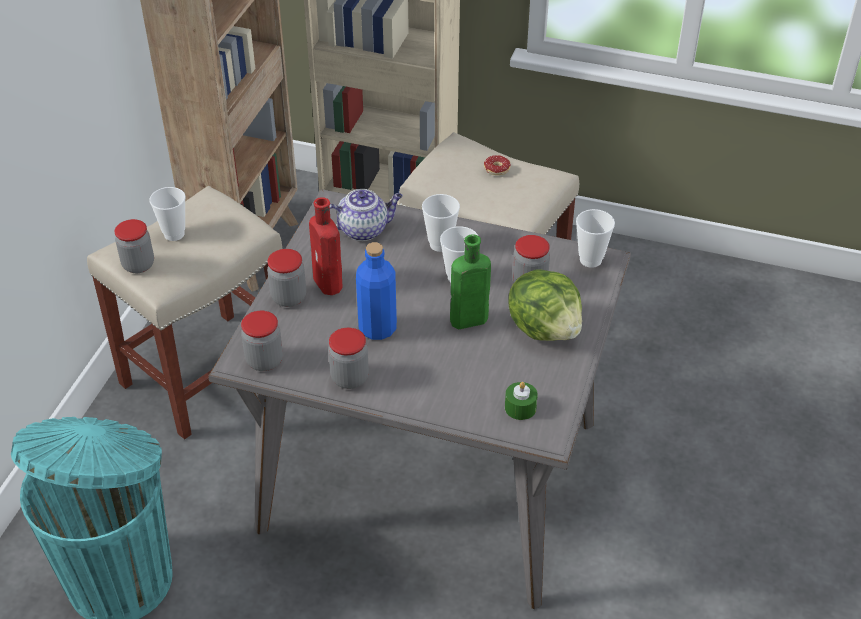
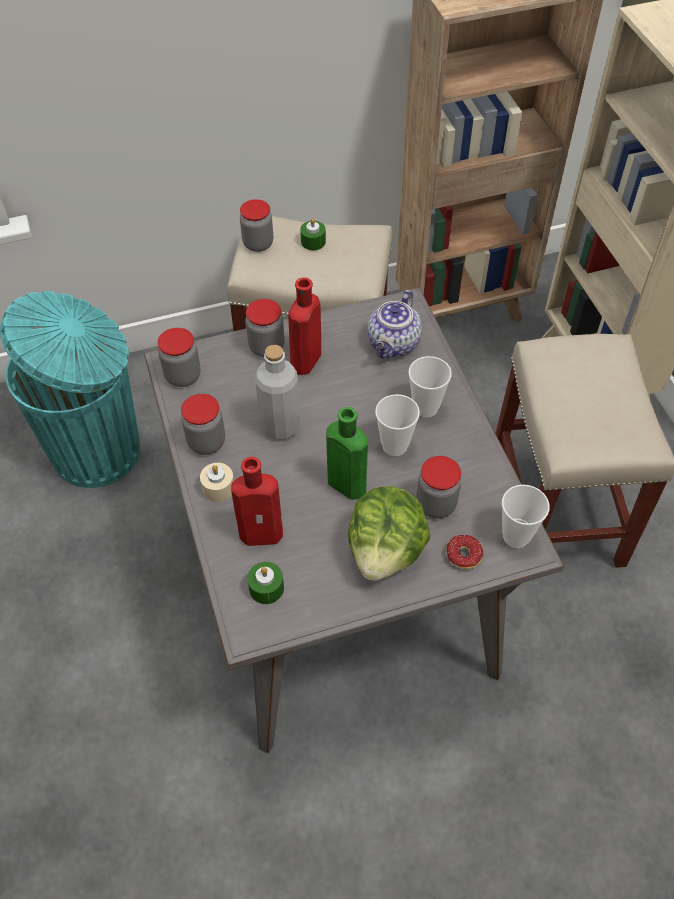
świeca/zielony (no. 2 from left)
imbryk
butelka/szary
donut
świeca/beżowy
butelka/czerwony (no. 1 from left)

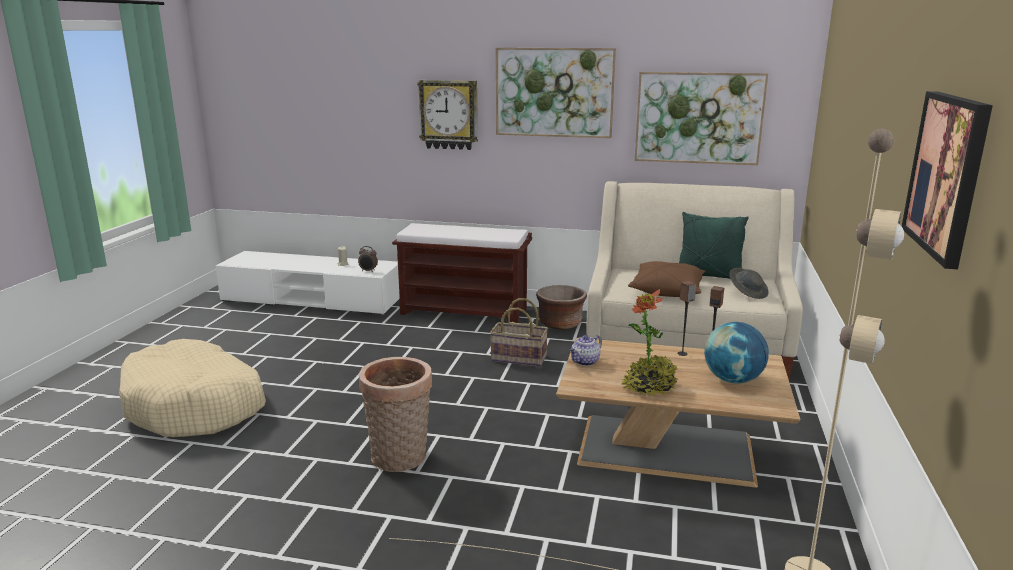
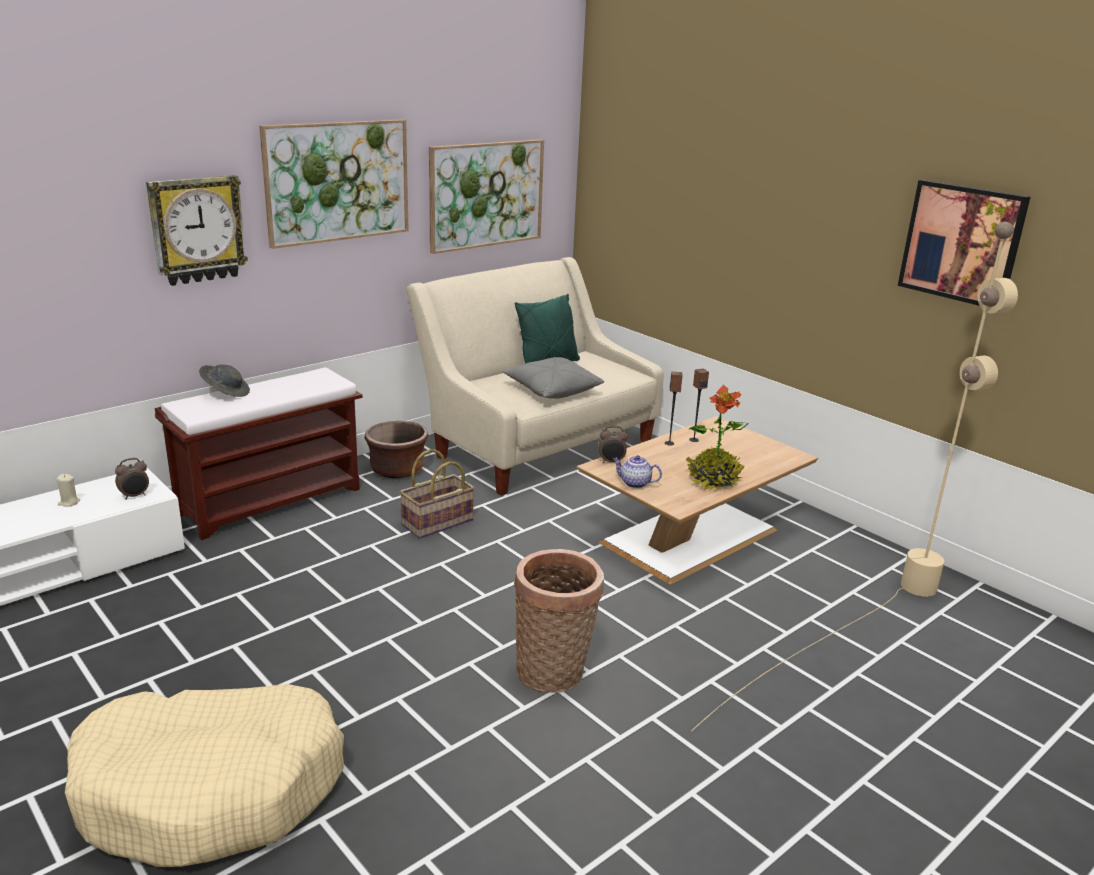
imbryk
poduszka/szary
globus
kapelusz/szary
budzik (no. 2 from left)

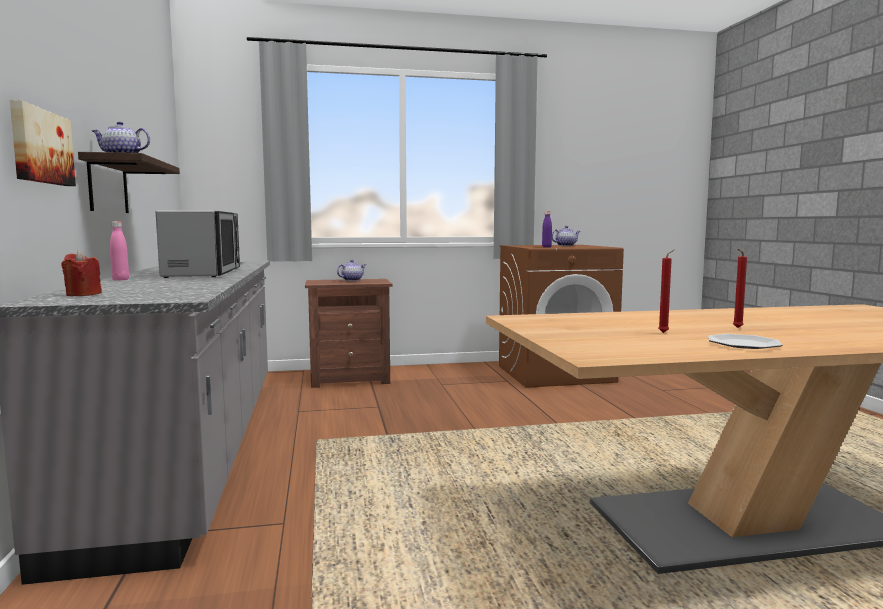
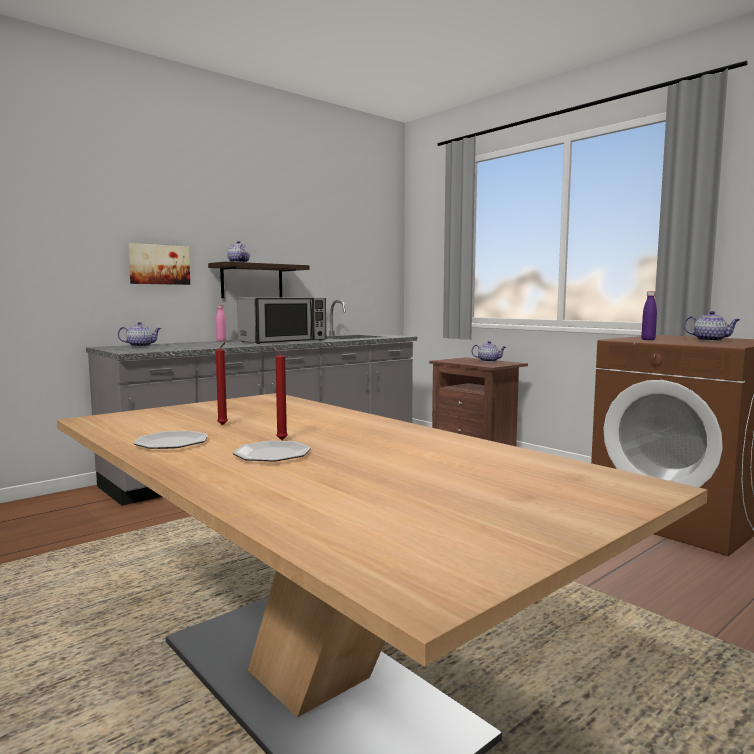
imbryk (no. 1 from left)
talerz (no. 2 from left)

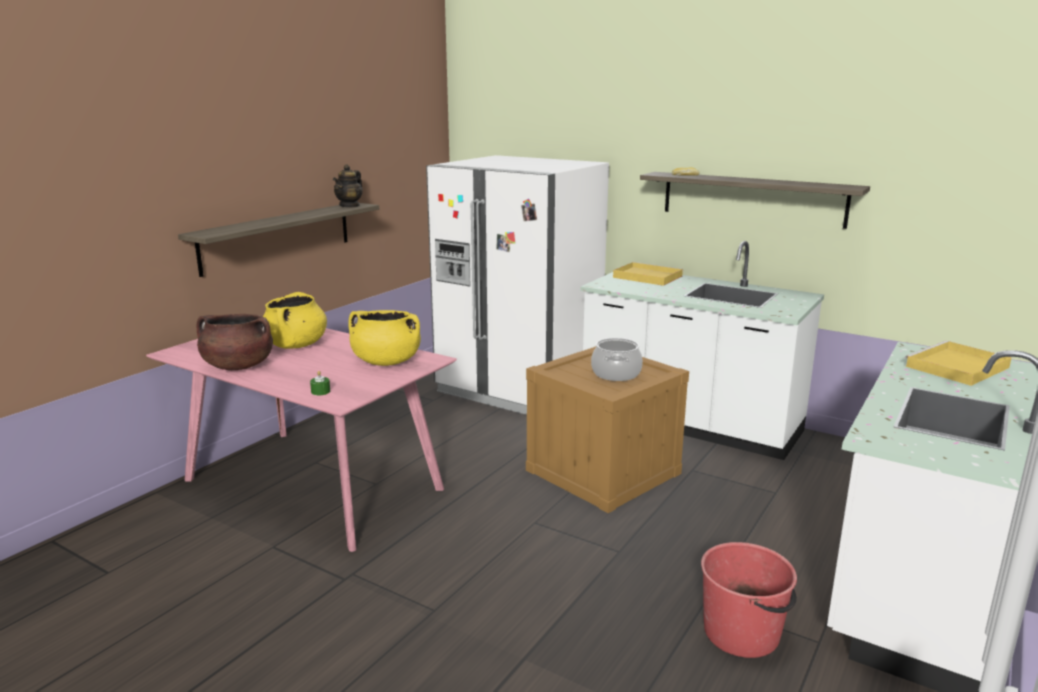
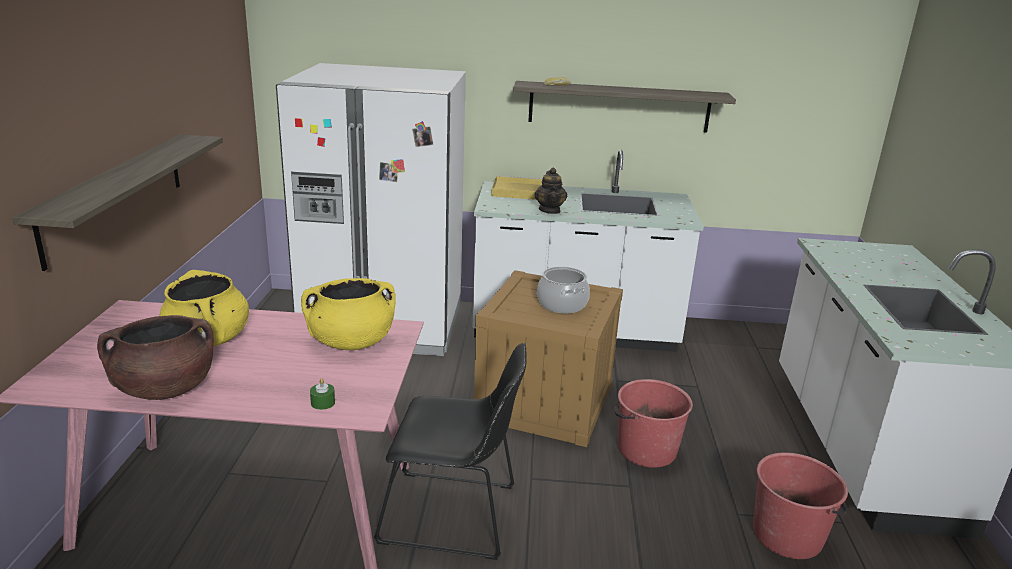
imbryk
taca/żółty (no. 2 from left in the first image)
krzesło/czarny
wiadro/czerwony (no. 1 from left)

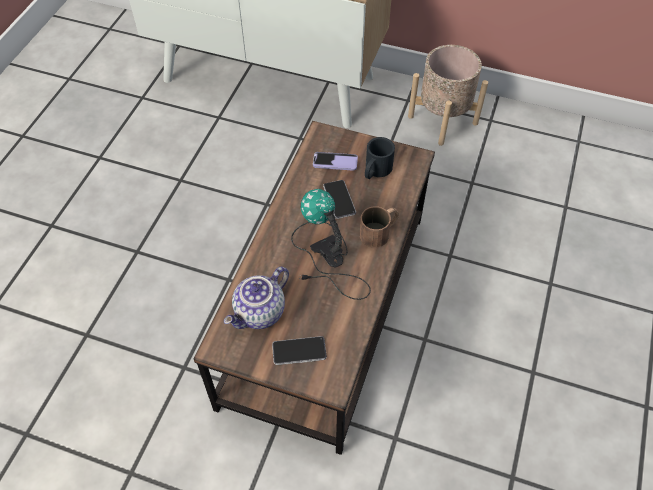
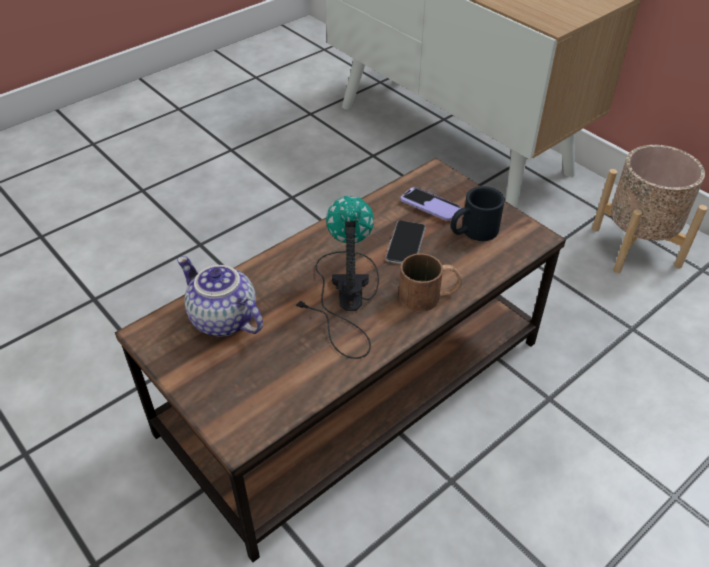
imbryk
telefon (no. 1 from left in the first image)

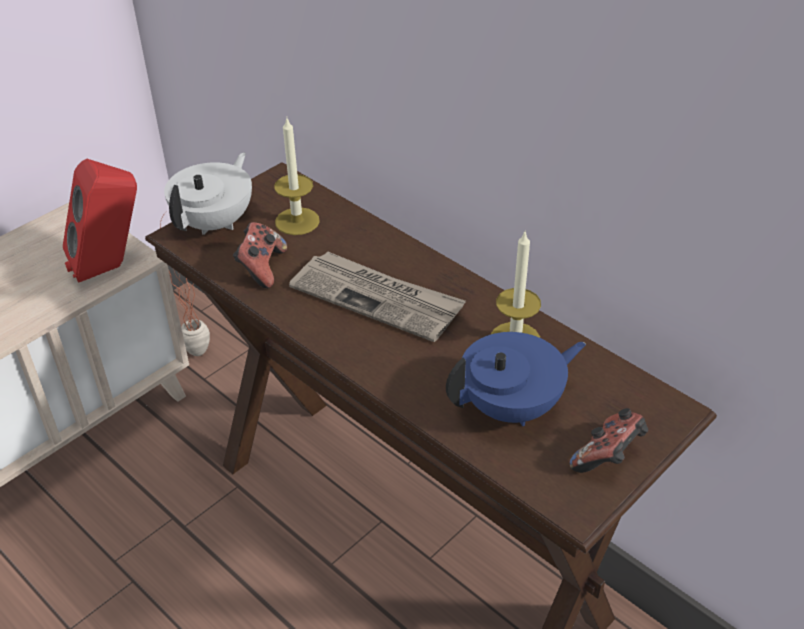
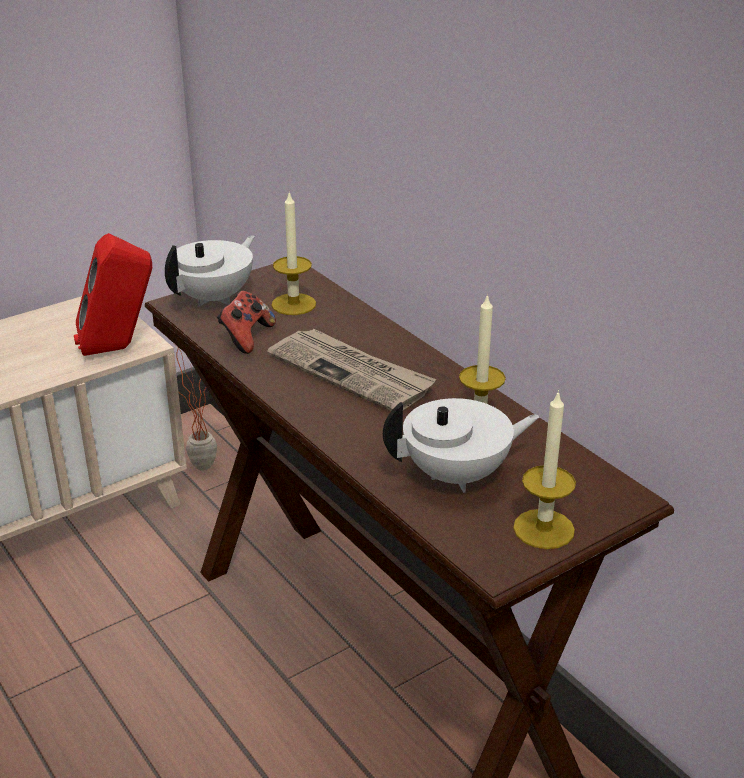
imbryk/biały (no. 2 from left)
świeca (no. 3 from left)

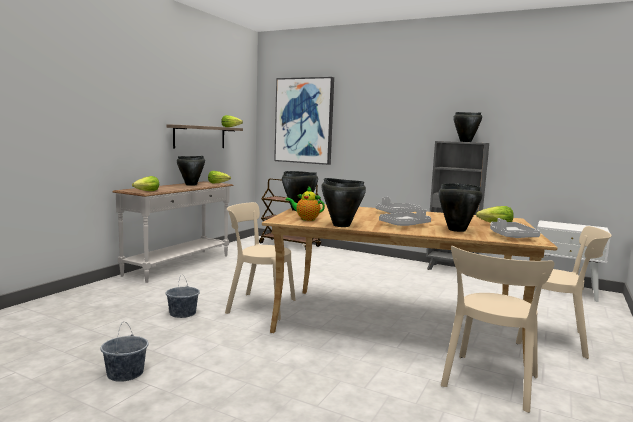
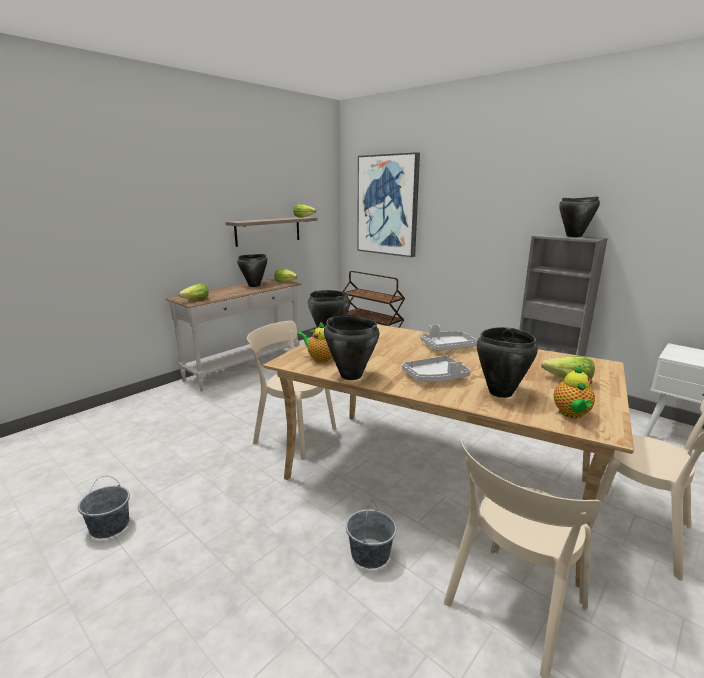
wiadro/szary (no. 2 from left)
imbryk (no. 2 from left)

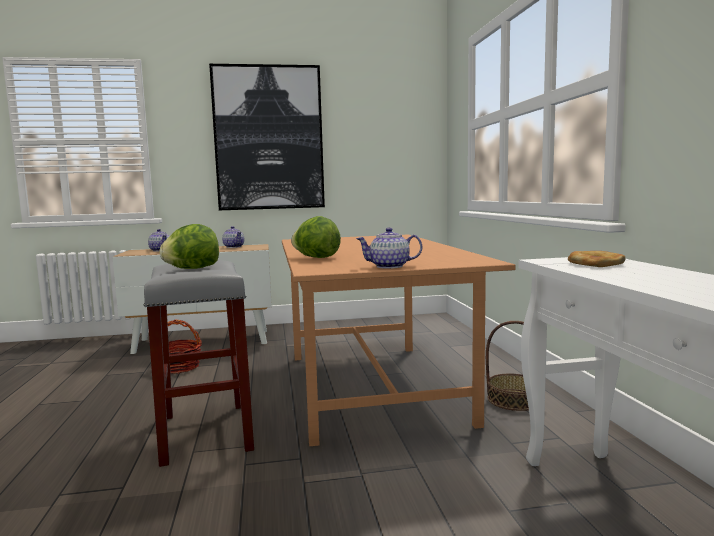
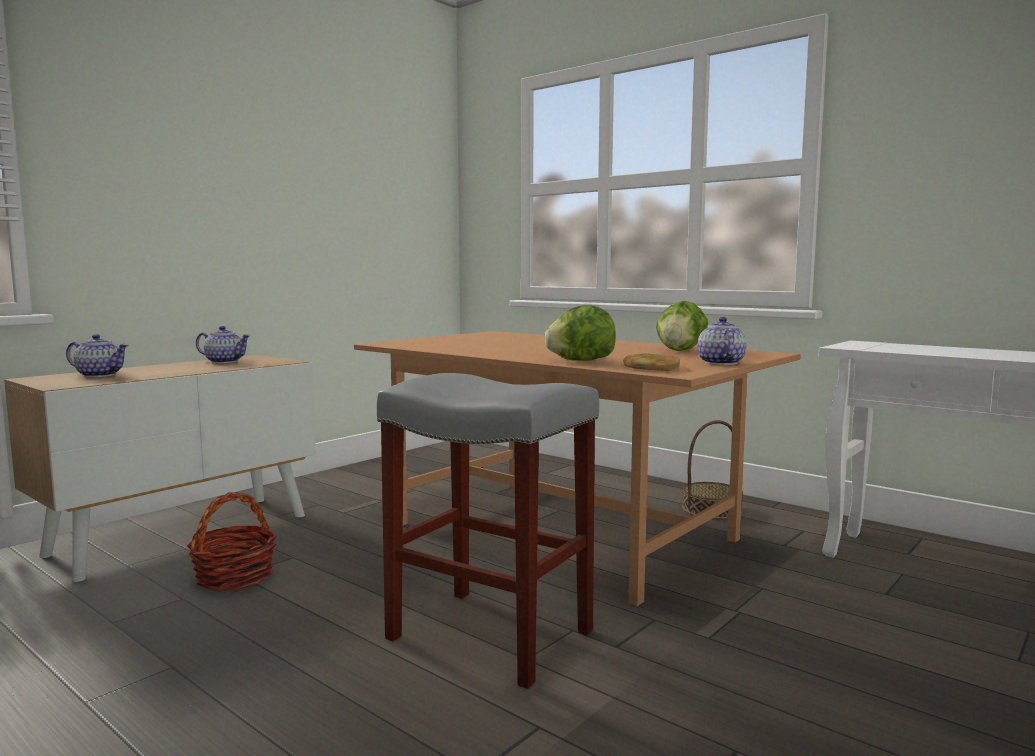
sałata (no. 2 from left)
obraz
imbryk (no. 3 from left)
chleb

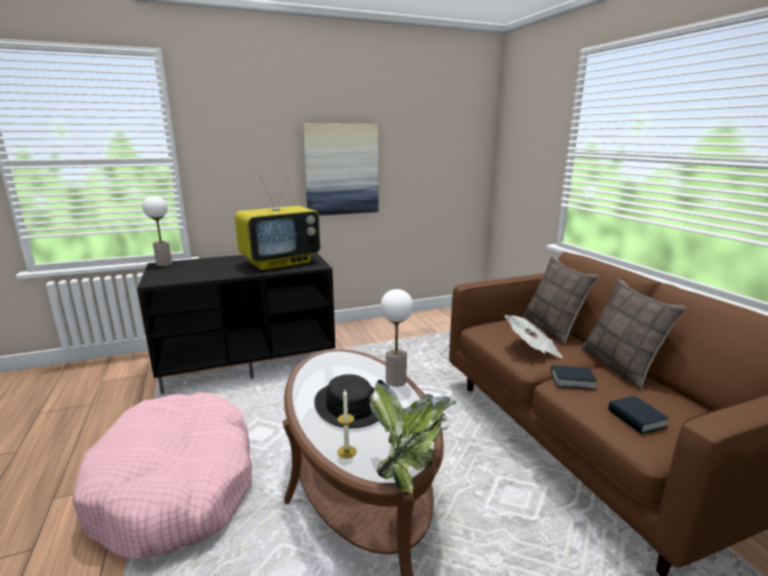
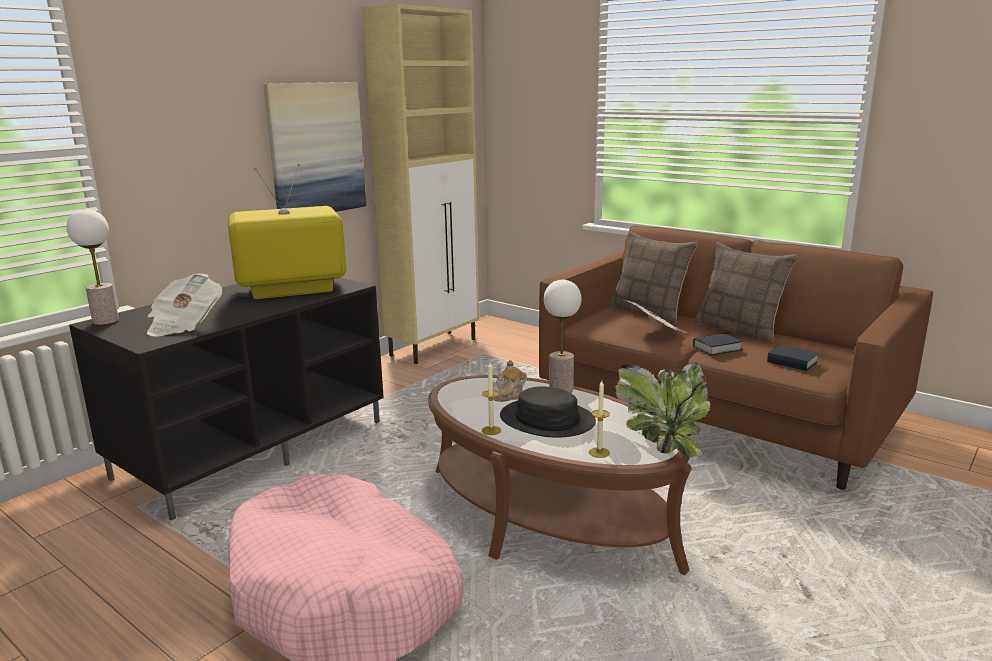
telewizor
gazeta (no. 1 from left)
szafka/beżowy
świeca (no. 1 from left)
imbryk

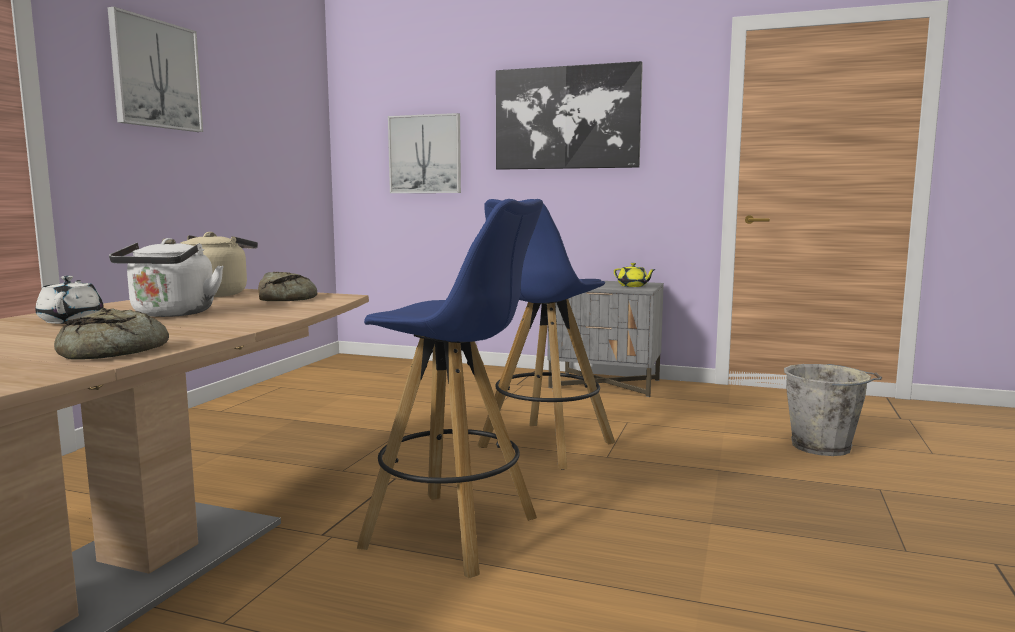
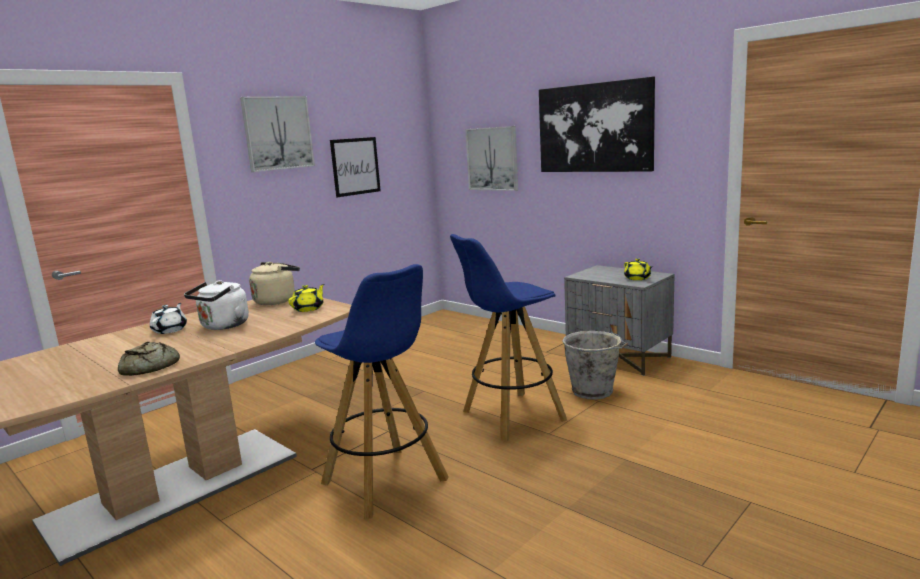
imbryk/żółty (no. 1 from left)
wiadro/szary
obraz (no. 2 from left)

